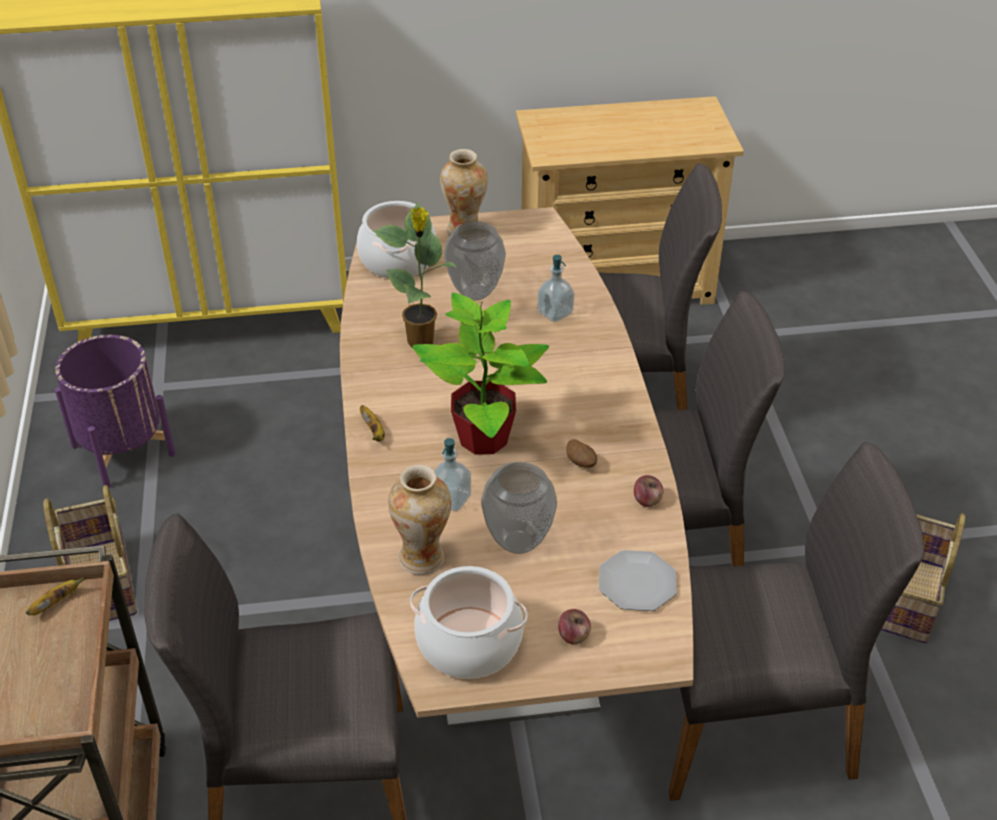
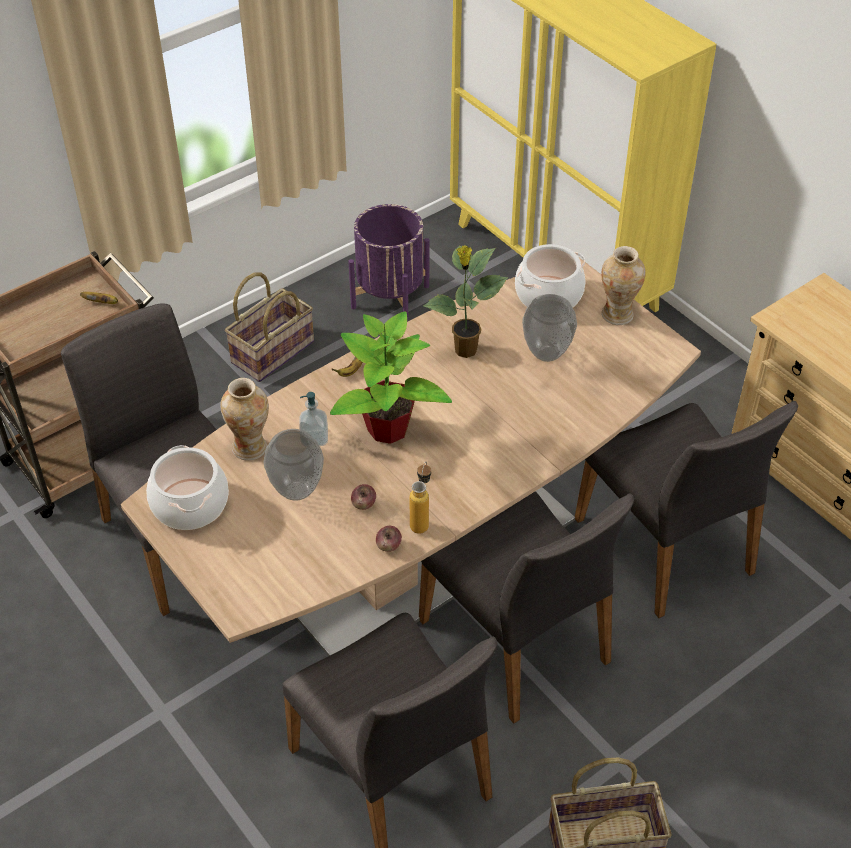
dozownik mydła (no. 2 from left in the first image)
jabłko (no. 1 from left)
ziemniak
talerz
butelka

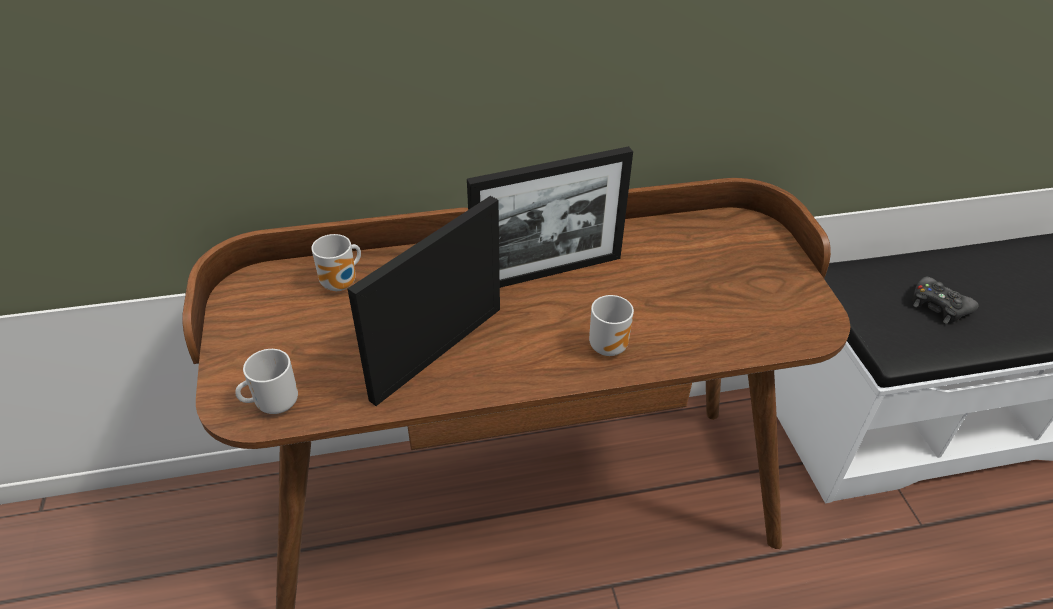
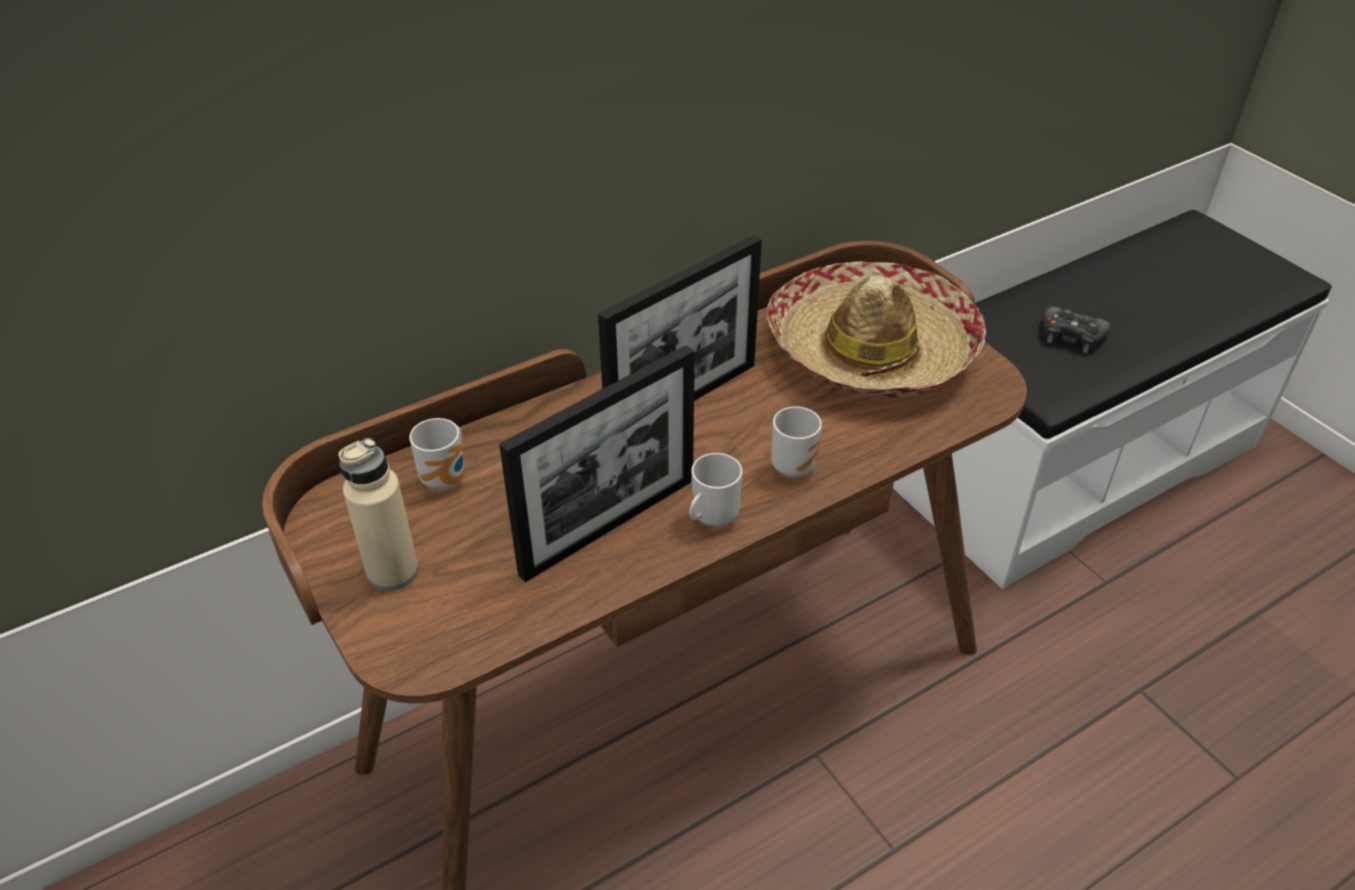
kubek (no. 2 from left)
ramka na zdjęcie (no. 1 from left)
butelka/beżowy
kapelusz

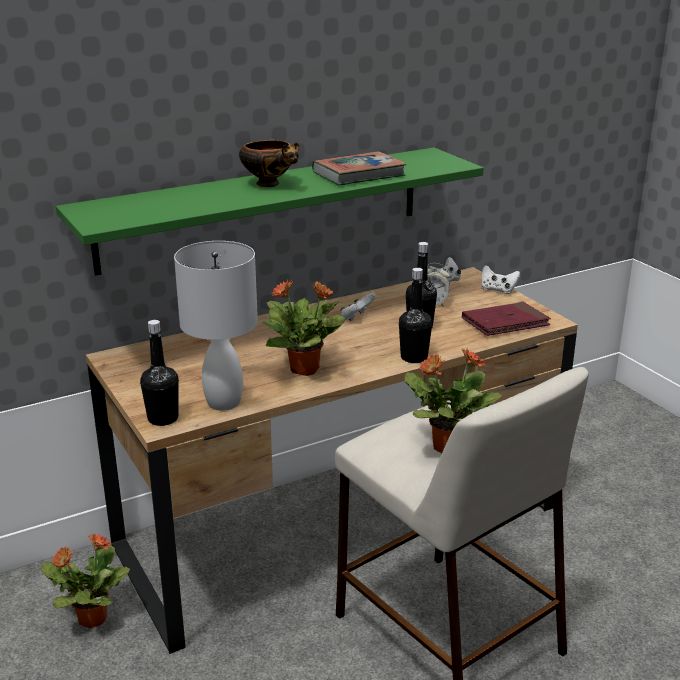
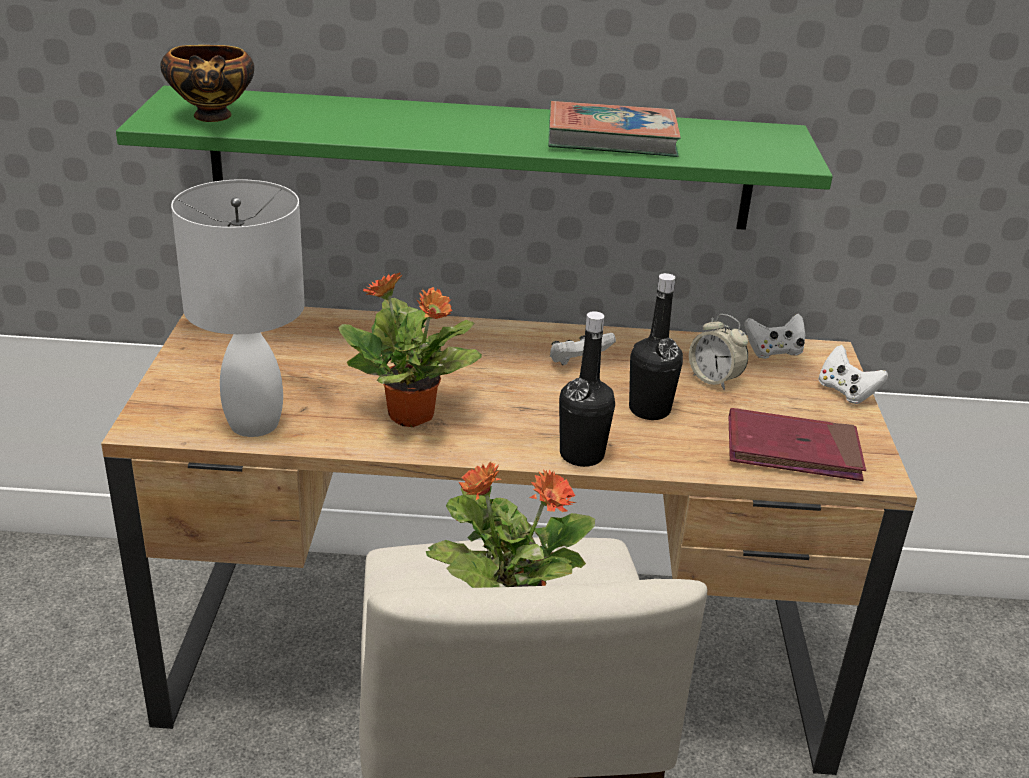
roślina doniczkowa (no. 1 from left in the first image)
butelka/czarny (no. 1 from left in the first image)
miska

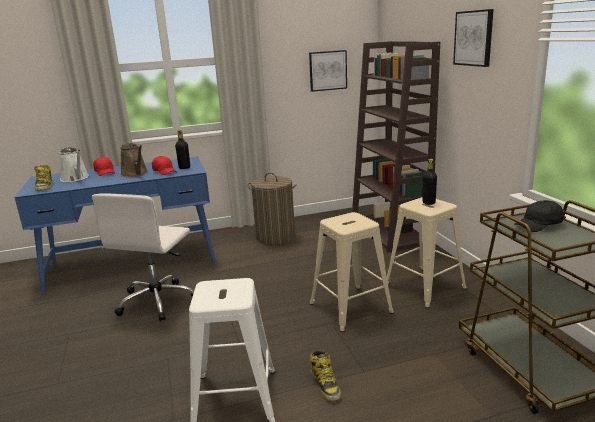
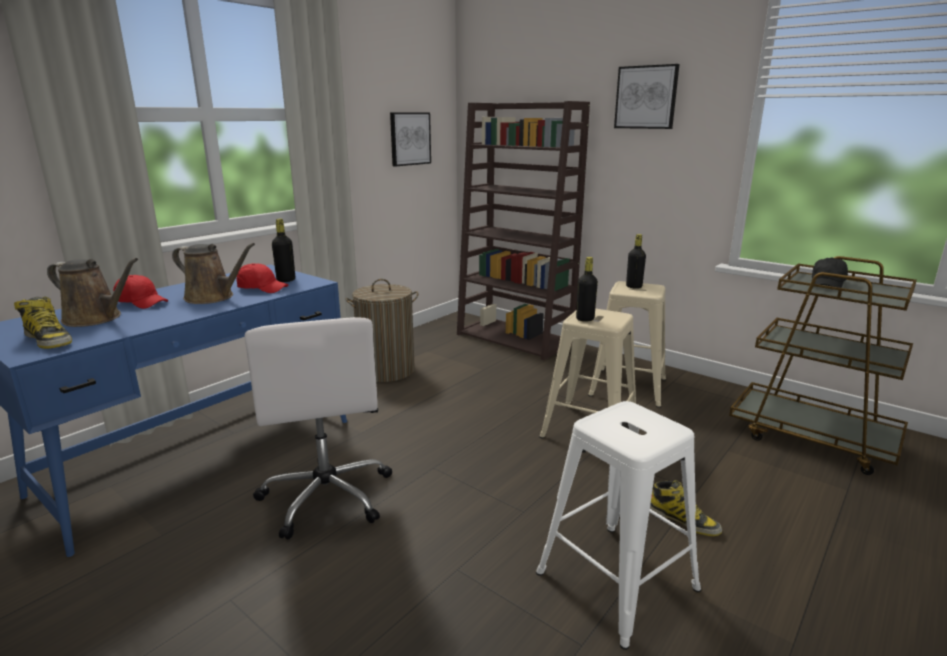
konewka/brązowy (no. 1 from left)
butelka/czarny (no. 2 from left)

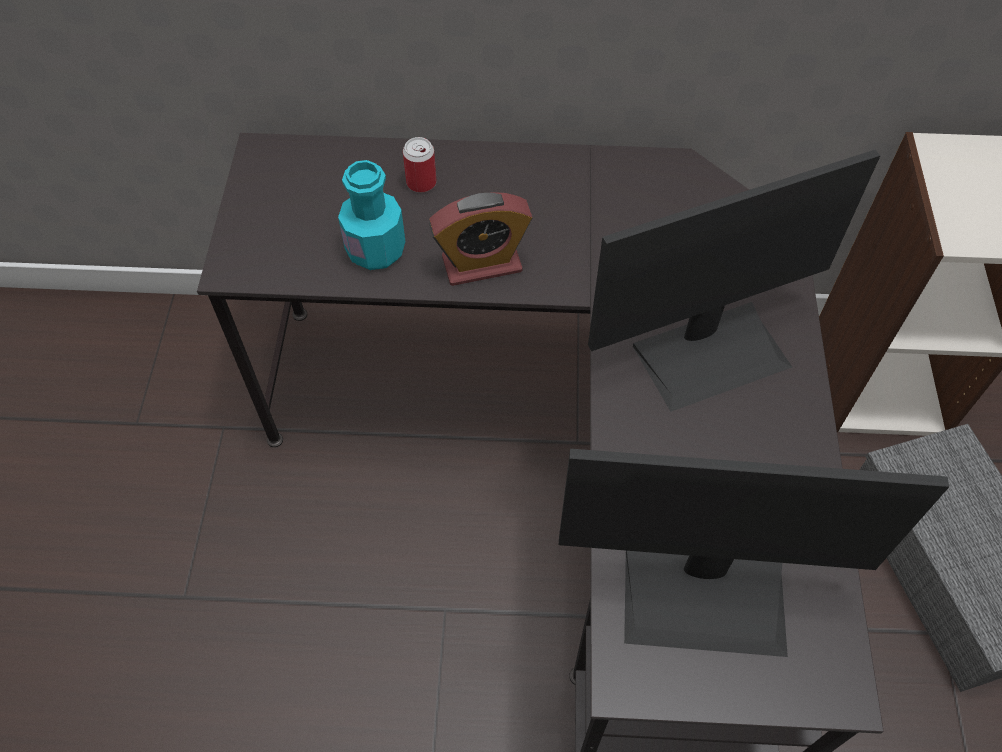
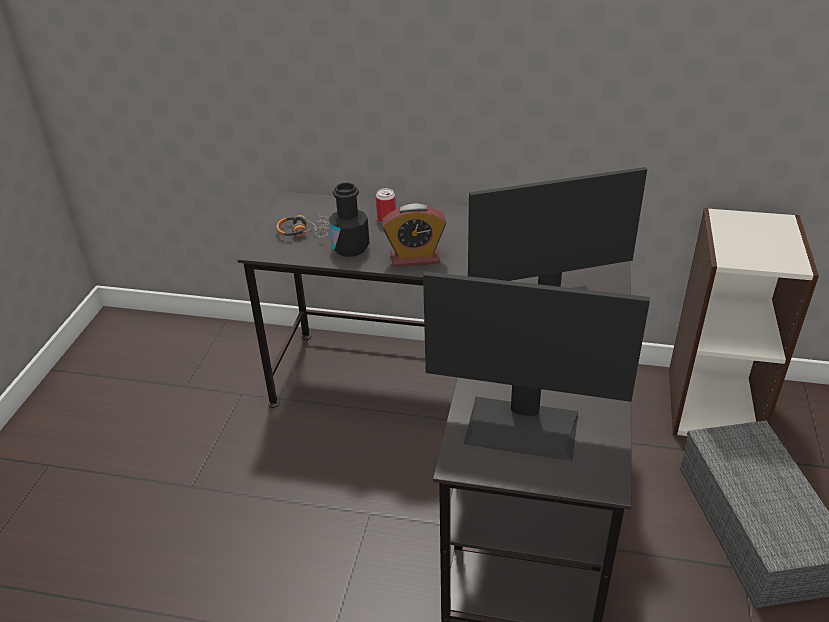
butelka/czarny
słuchawki

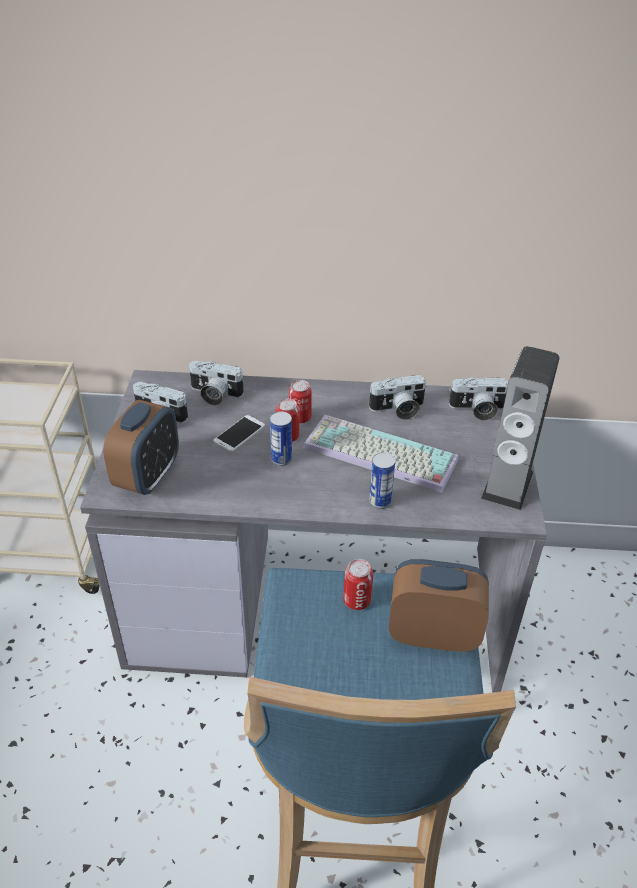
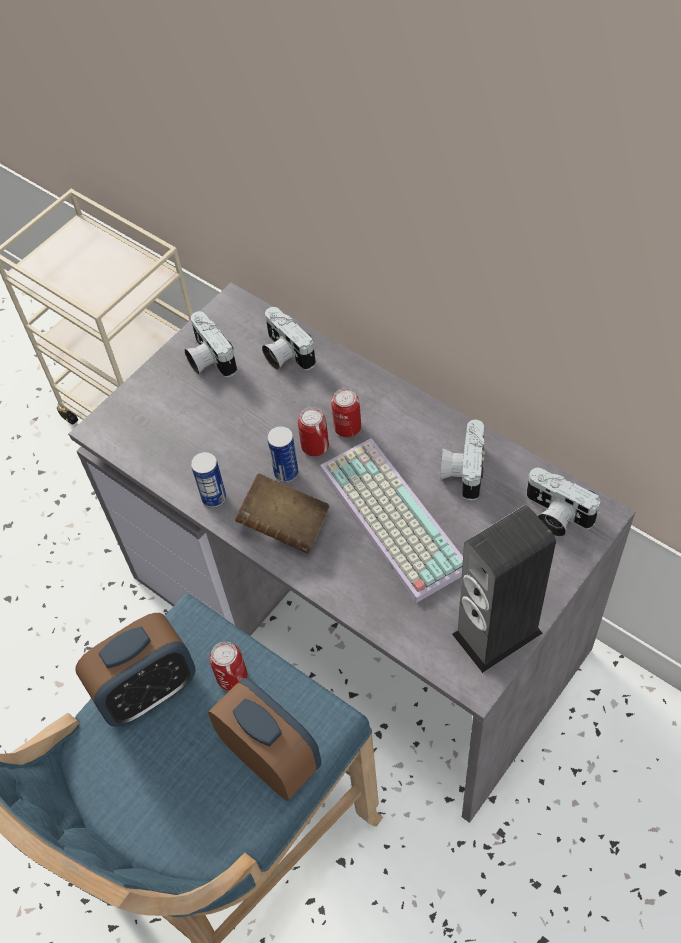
budzik (no. 1 from left)
telefon
aparat fotograficzny (no. 3 from left)
puszka (no. 1 from left)
książka/brązowy

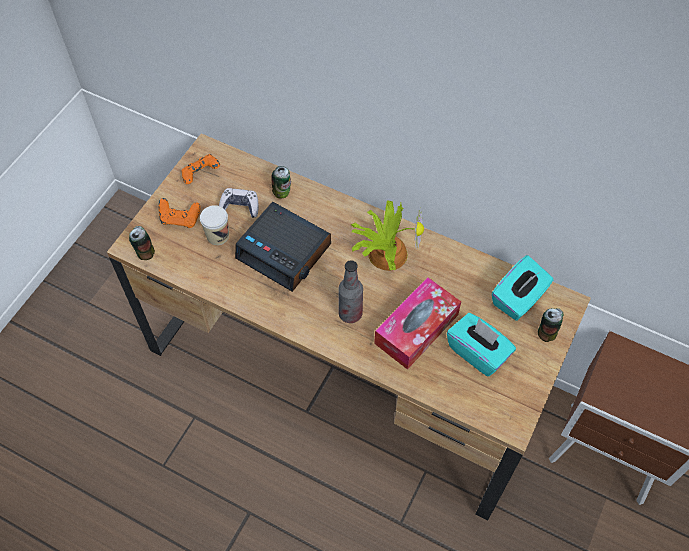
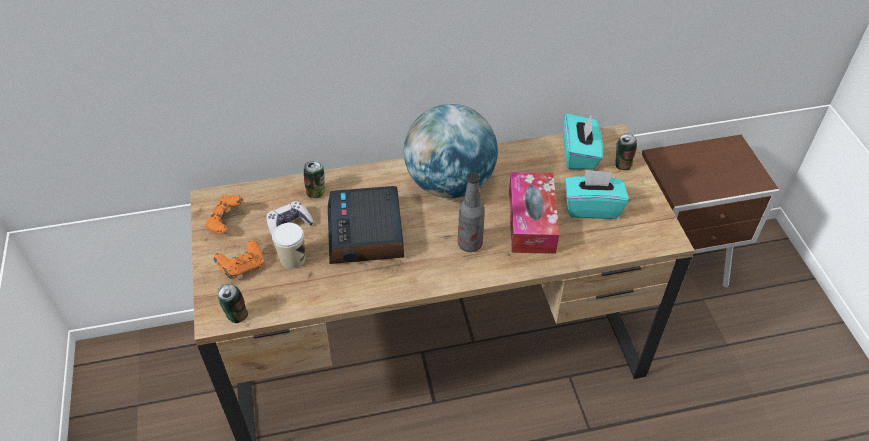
budzik
globus

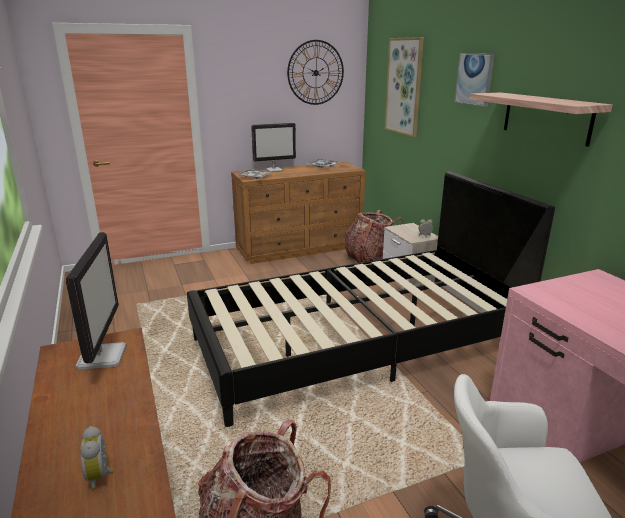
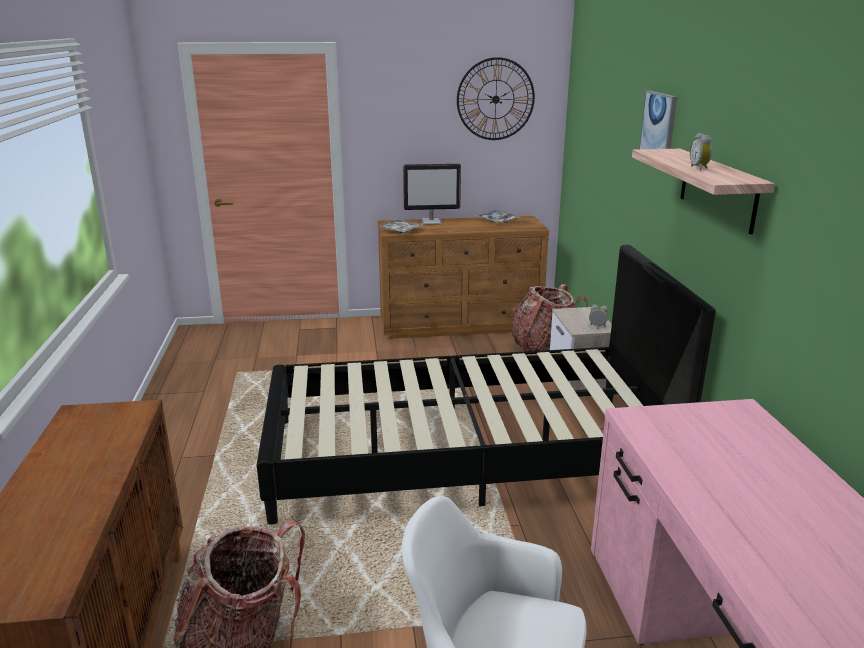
monitor (no. 1 from left in the first image)
budzik (no. 2 from left)
obraz (no. 1 from left in the first image)

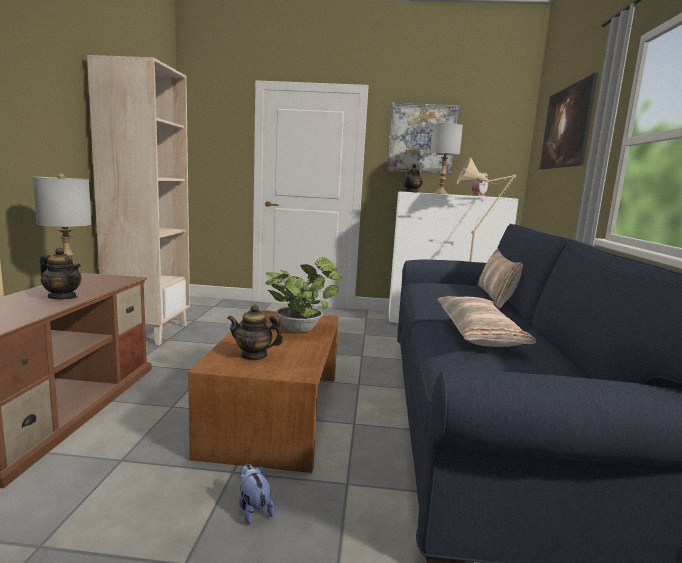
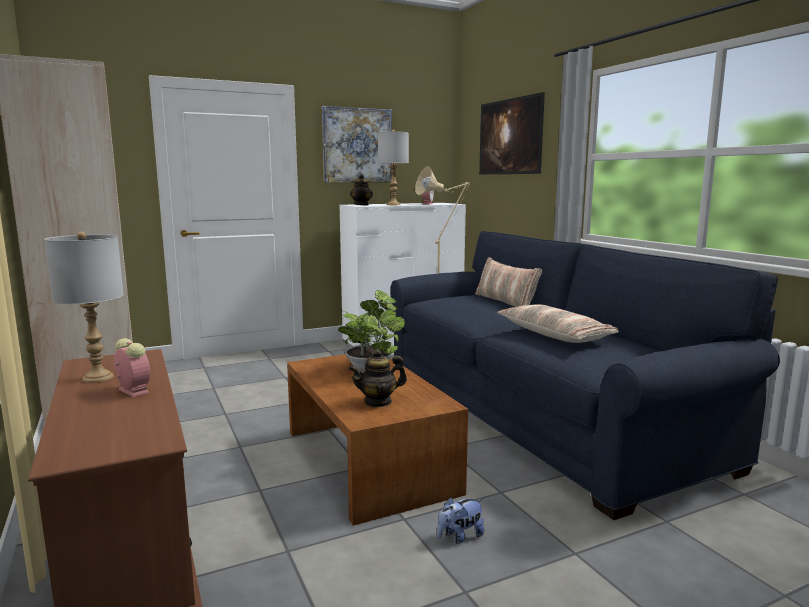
budzik (no. 1 from left)
pluszak

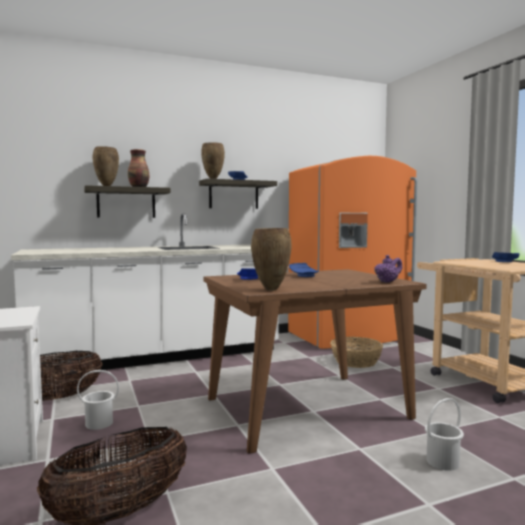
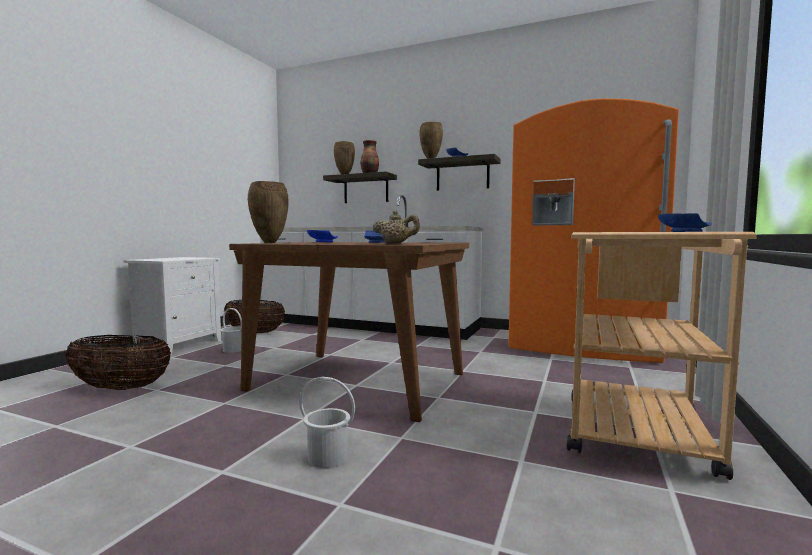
koszyk (no. 3 from left in the first image)
imbryk/beżowy

